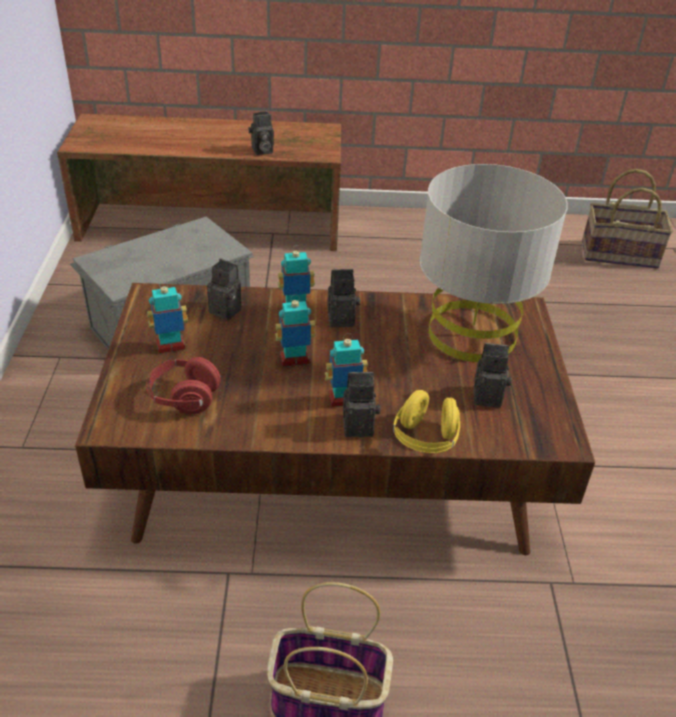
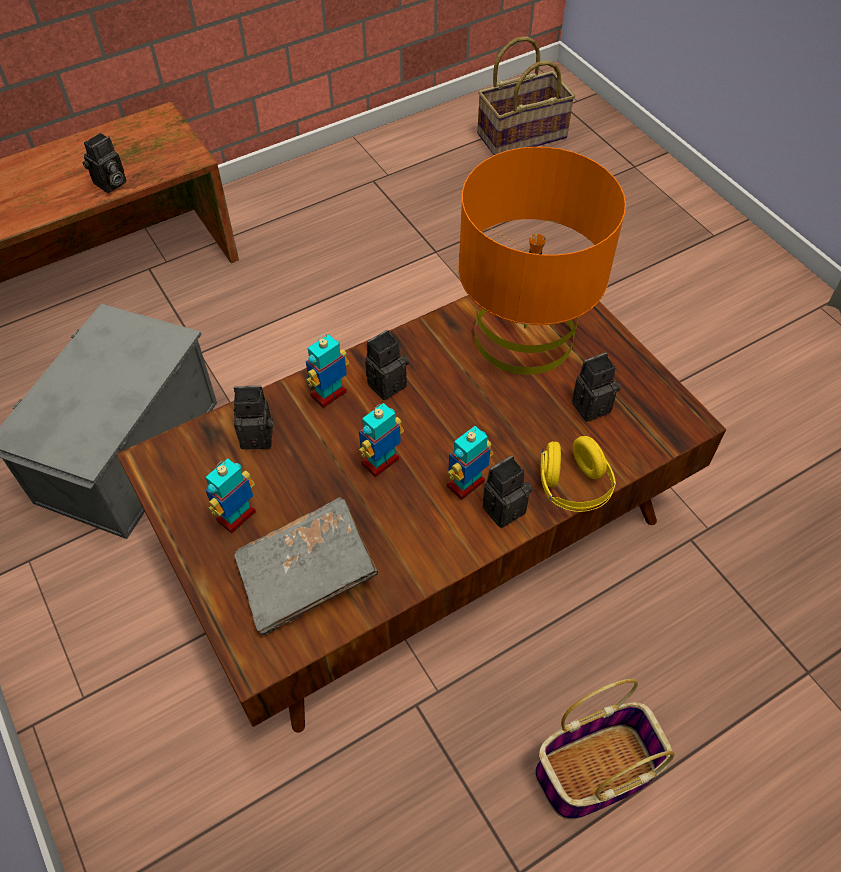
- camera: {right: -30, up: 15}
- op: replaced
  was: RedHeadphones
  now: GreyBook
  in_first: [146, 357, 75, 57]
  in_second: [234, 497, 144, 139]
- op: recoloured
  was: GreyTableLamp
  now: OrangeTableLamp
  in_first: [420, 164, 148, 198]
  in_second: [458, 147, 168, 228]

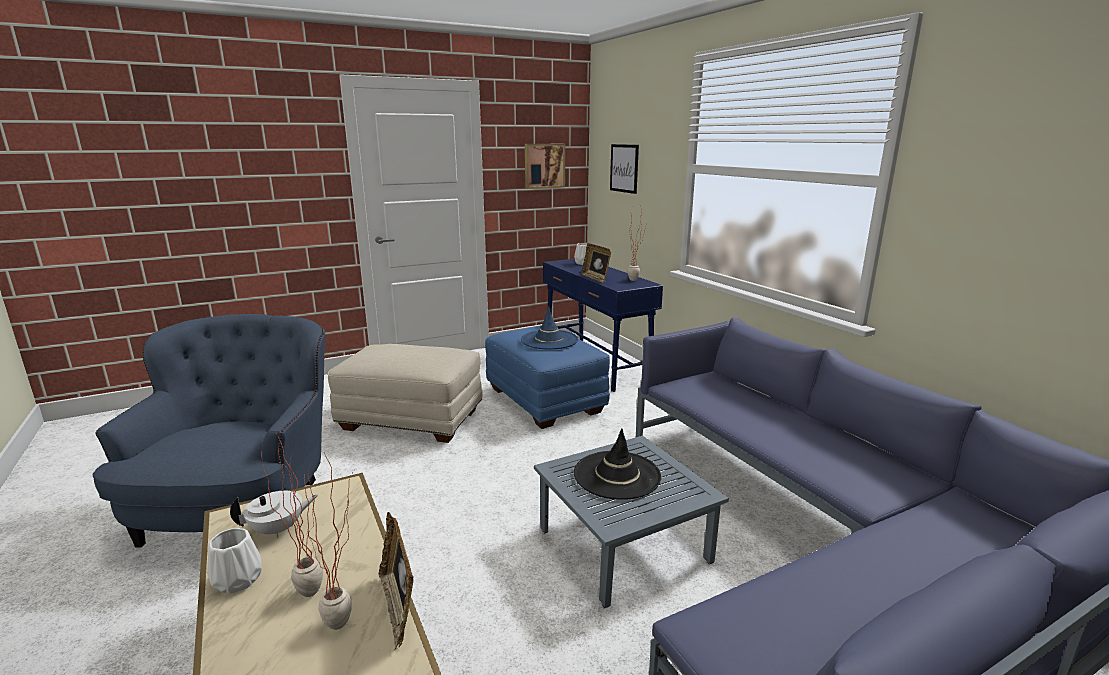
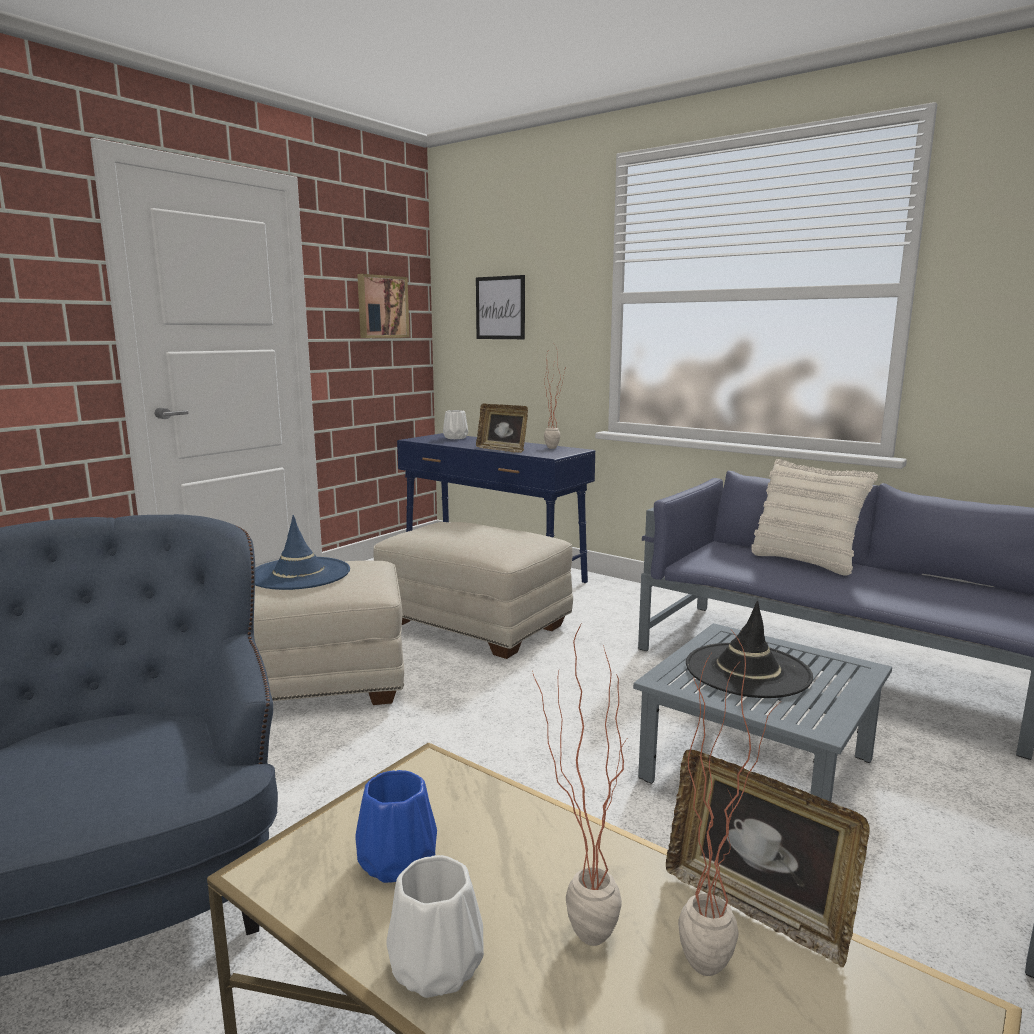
- camera: {right: -25, up: -5}
- op: moved
  was: BlueHat
  in_first: [521, 306, 57, 43]
  in_second: [255, 515, 95, 75]
- op: replaced
  was: WhiteTeapot
  now: BlueVase
  in_first: [230, 491, 88, 47]
  in_second: [355, 770, 82, 113]
- op: recoloured
  was: BlueOttoman
  now: BeigeOttoman
  in_first: [485, 326, 125, 103]
  in_second: [373, 522, 200, 137]
- op: added
  now: BeigePillow
  in_second: [751, 458, 127, 118]

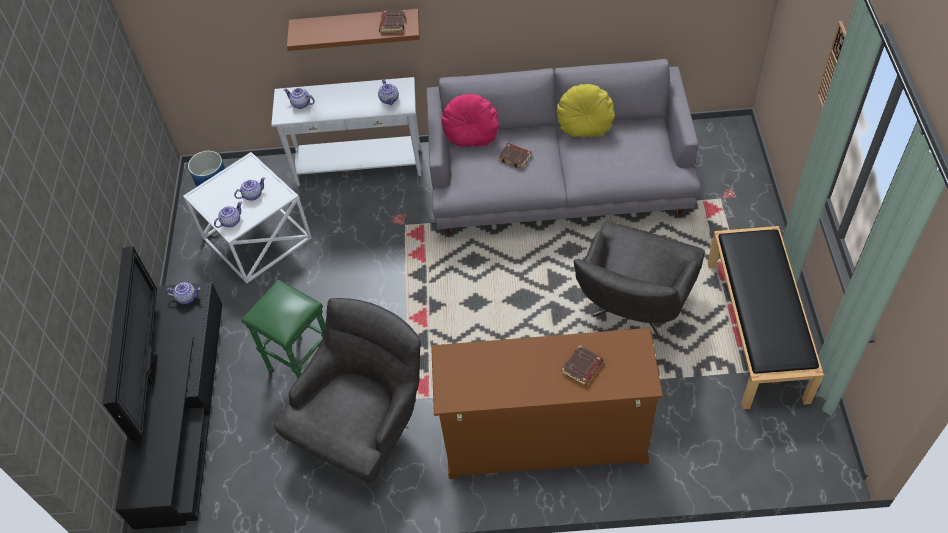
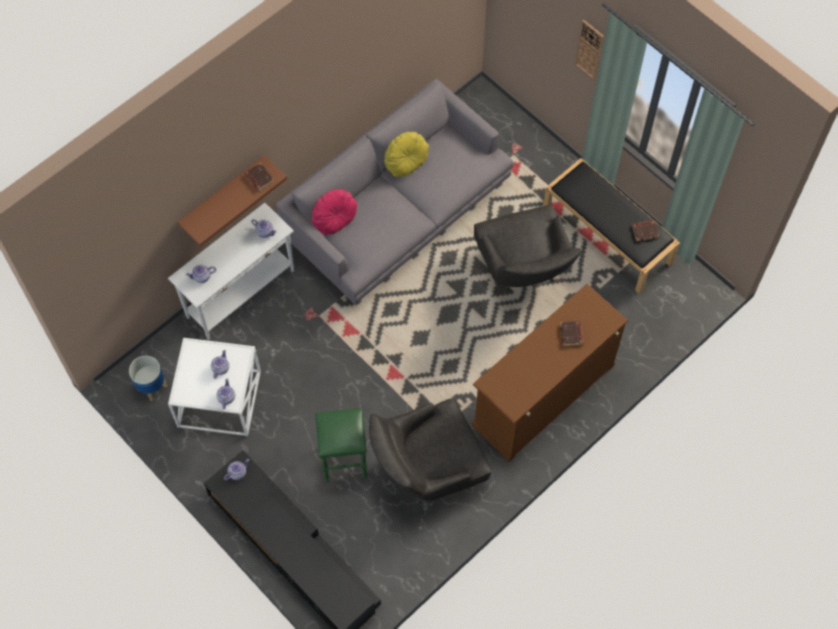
- camera: {right: -45, up: 10}
- op: turned
  was: GreyArmchair
  in_first: [274, 298, 147, 186]
  in_second: [369, 398, 122, 105]
  clockwise: -105
- op: moved
  was: BrownBook
  in_first: [498, 143, 34, 26]
  in_second: [632, 220, 27, 22]
- op: removed
  was: Television
  in_first: [103, 247, 55, 193]

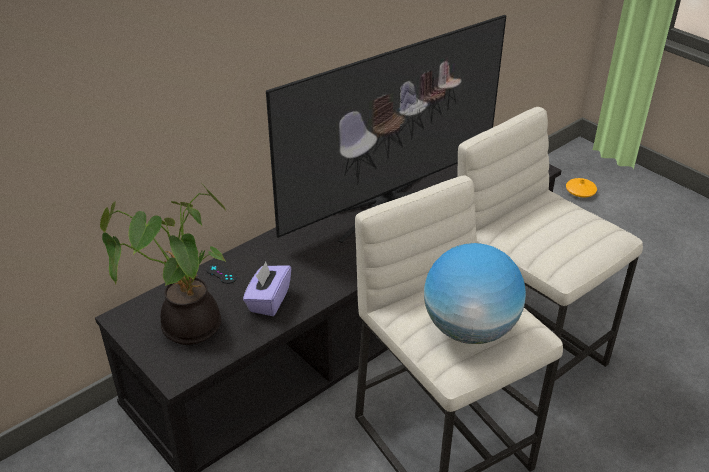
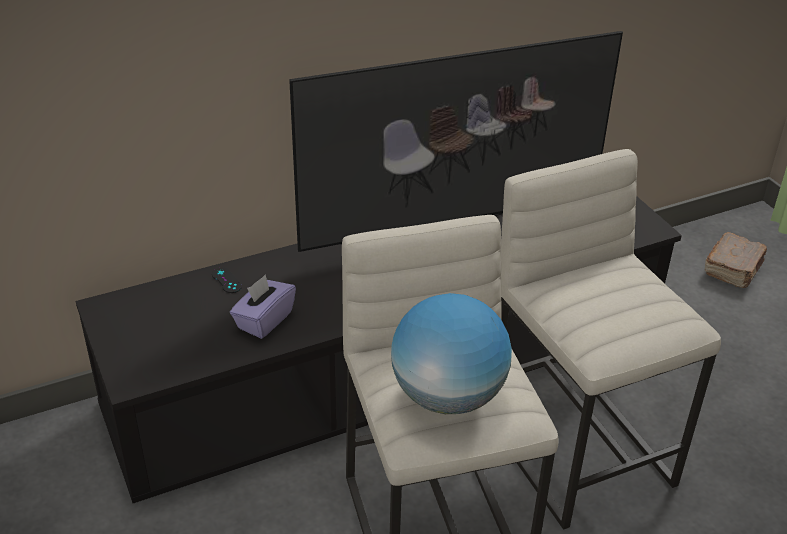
- camera: {right: 15, up: 0}
- op: replaced
  was: OrangeVase
  now: BrownBook
  in_first: [566, 178, 31, 19]
  in_second: [705, 232, 62, 56]
- op: removed
  was: PottedPlant
  in_first: [100, 185, 129, 160]

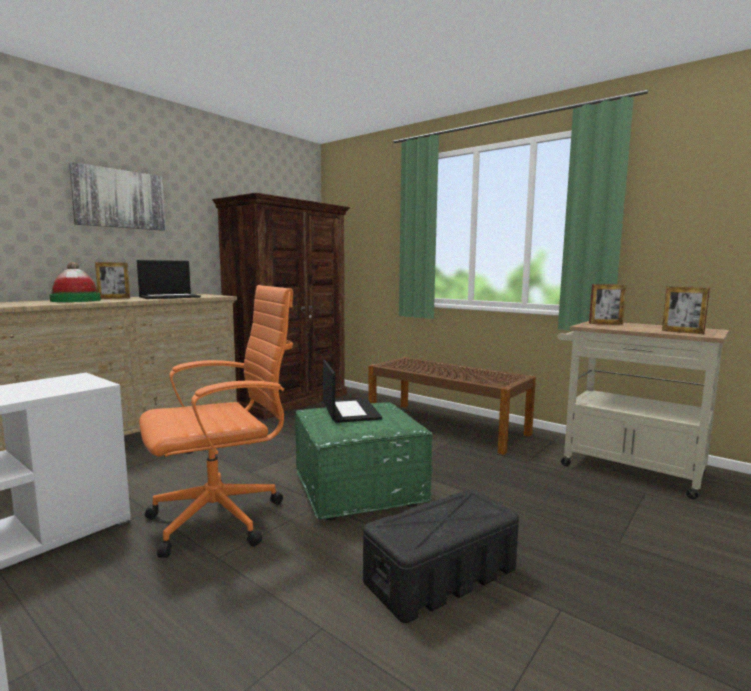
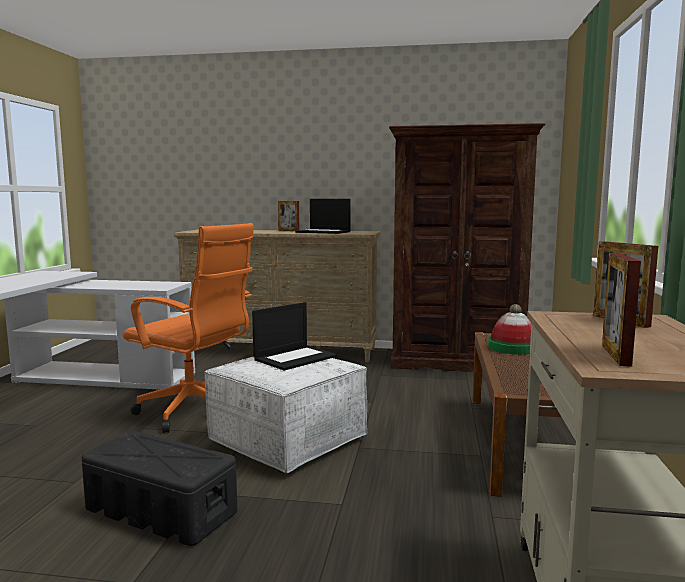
- camera: {right: 60, up: 0}
- op: recoloured
  was: GreenOttoman
  now: WhiteOttoman
  in_first: [295, 402, 138, 118]
  in_second: [205, 357, 162, 116]
- op: moved
  was: Hat
  in_first: [49, 262, 52, 40]
  in_second: [488, 304, 43, 51]
- op: removed
  was: Picture
  in_first: [69, 162, 97, 69]

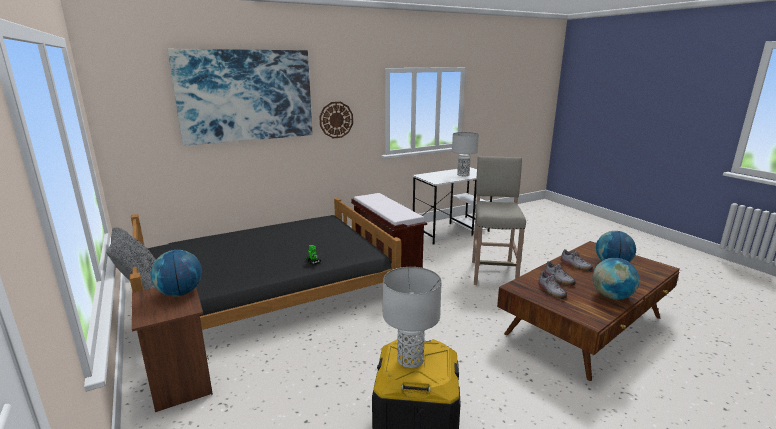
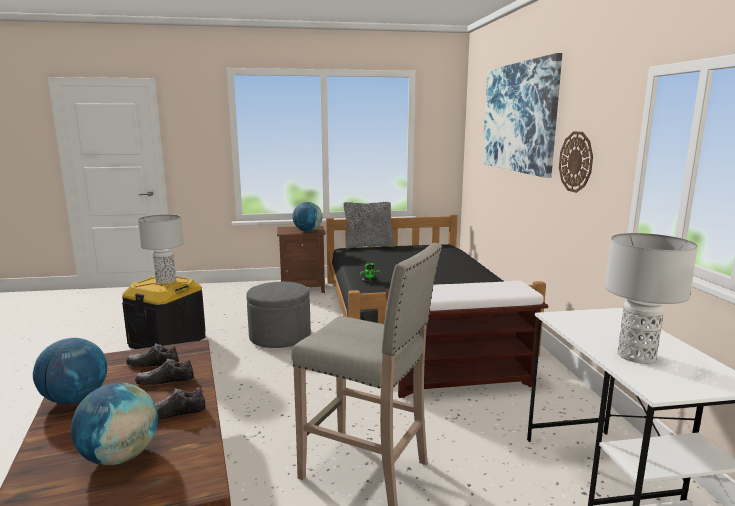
- camera: {right: 110, up: -5}
- op: added
  now: GreyOttoman
  in_second: [246, 282, 65, 66]

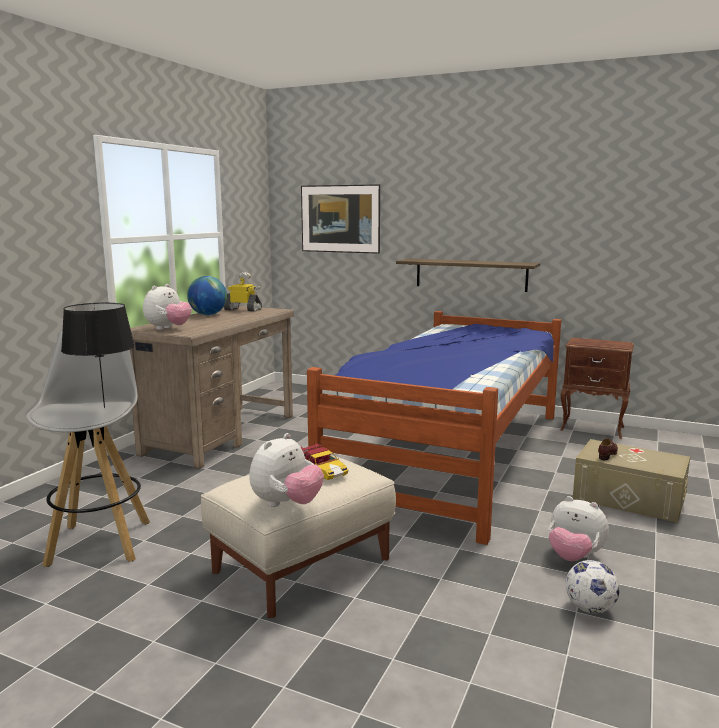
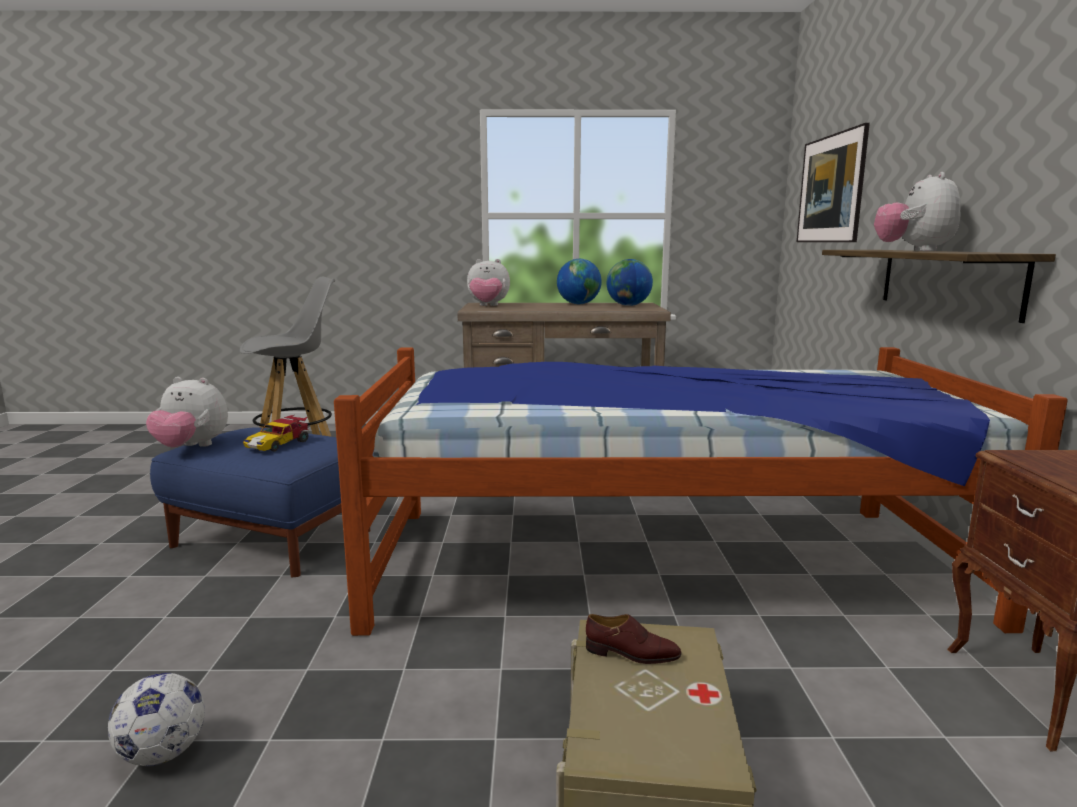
- camera: {right: 65, up: 0}
- op: recoloured
  was: BeigeOttoman
  now: BlueOttoman
  in_first: [201, 455, 195, 163]
  in_second: [150, 427, 220, 150]
- op: replaced
  was: ToyRobot
  now: Globe
  in_first: [224, 272, 38, 40]
  in_second: [607, 259, 46, 47]
- op: moved
  was: PlushToy
  in_first: [549, 496, 60, 65]
  in_second: [874, 172, 87, 79]
- op: removed
  was: BlackTableLamp
  in_first: [61, 303, 74, 105]

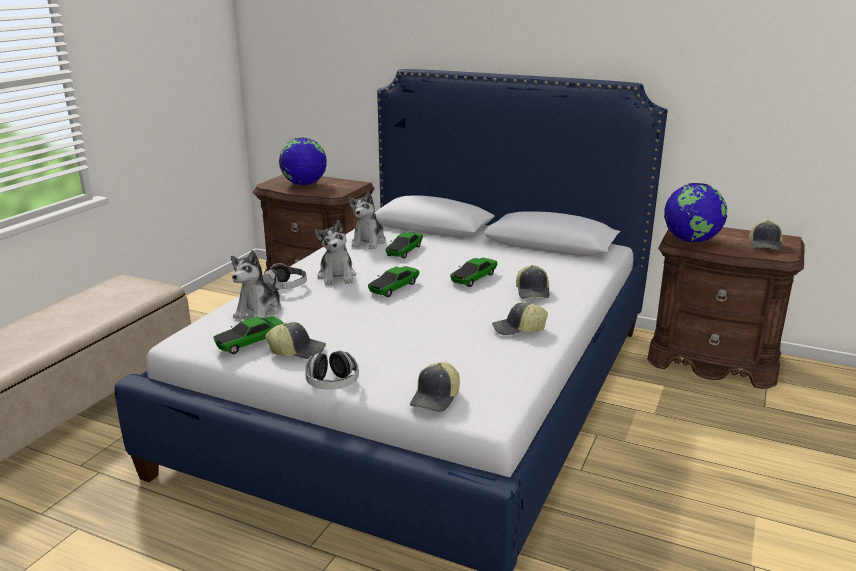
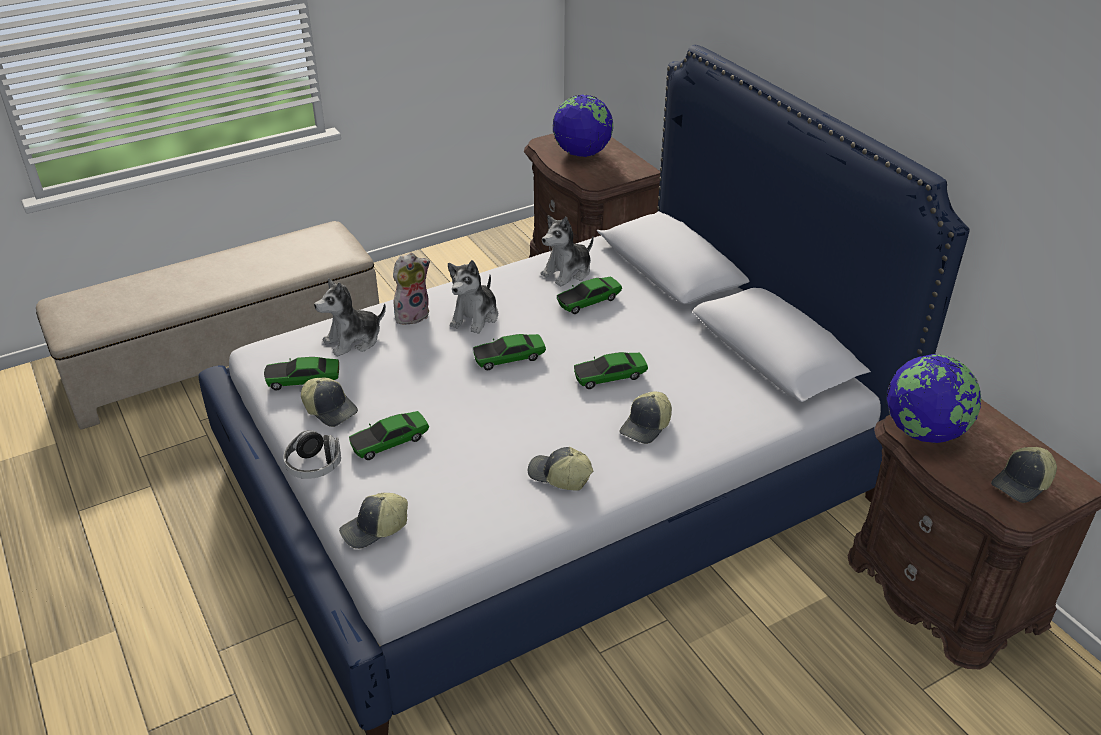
- camera: {right: 35, up: 15}
- op: added
  now: ToyCar
  in_second: [349, 411, 80, 49]
- op: replaced
  was: Headphones
  now: PlushToy
  in_first: [262, 263, 45, 27]
  in_second: [393, 253, 37, 72]

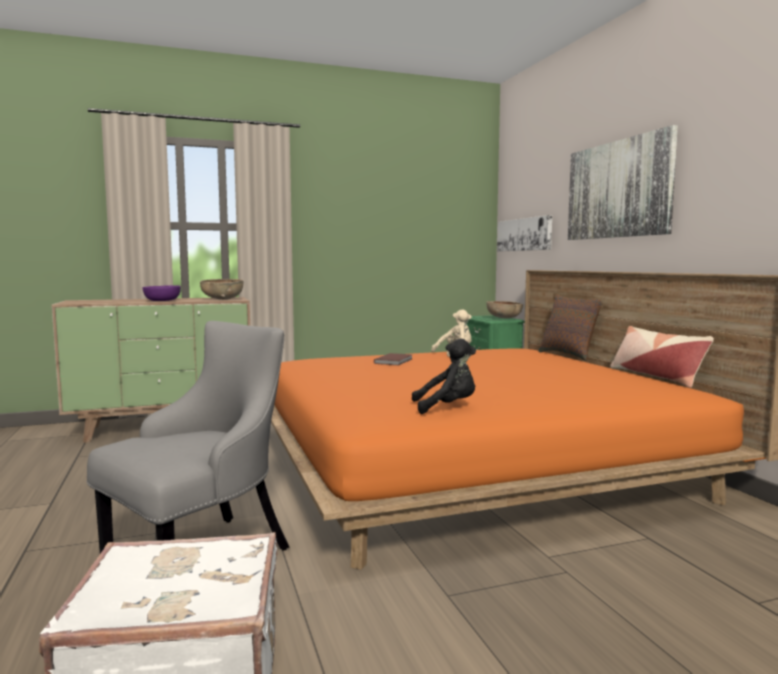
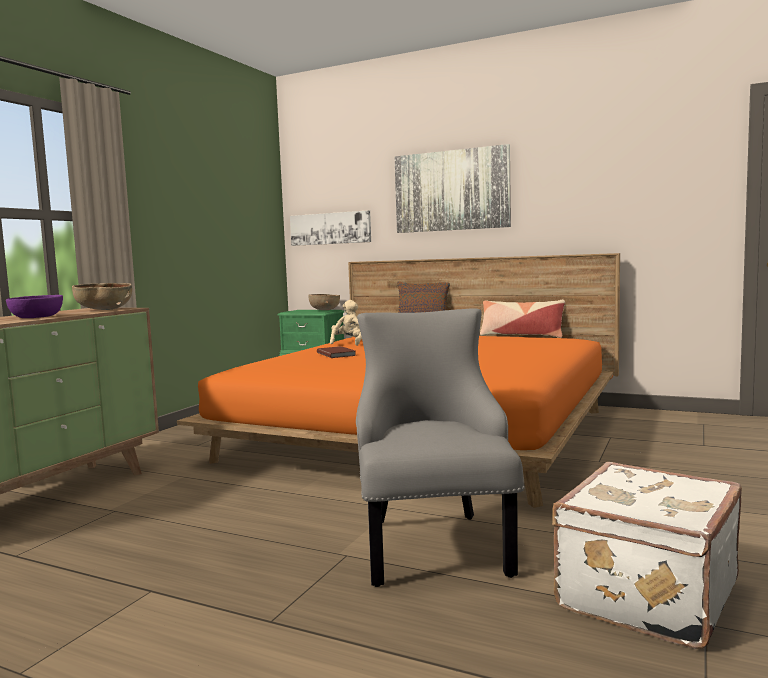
- camera: {right: -45, up: 0}
- op: removed
  was: BlackPlushToy
  in_first: [412, 339, 64, 75]

